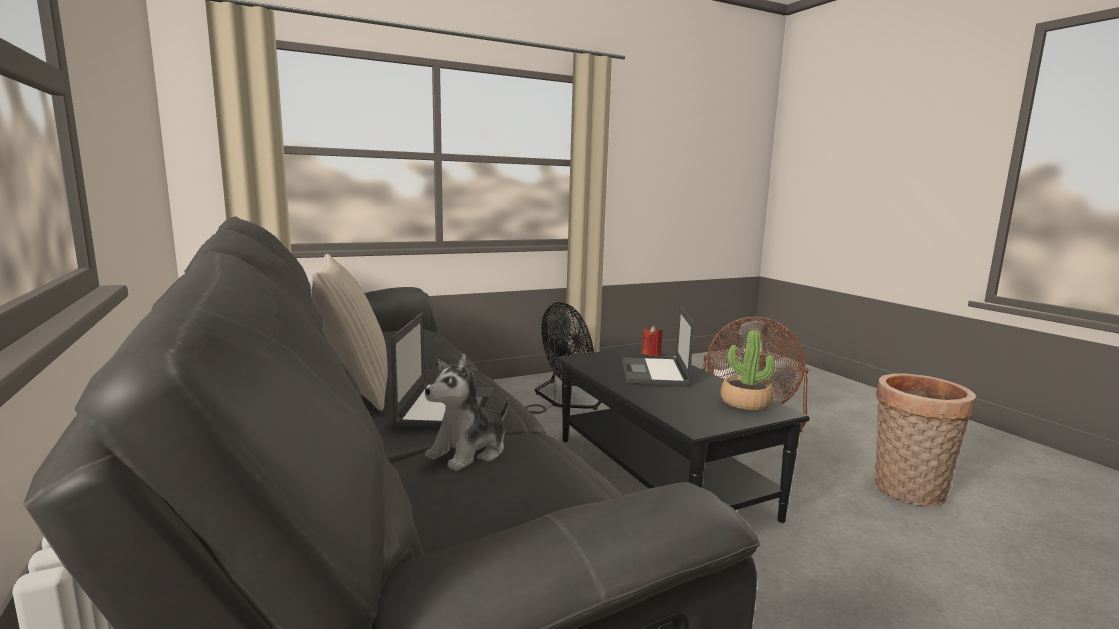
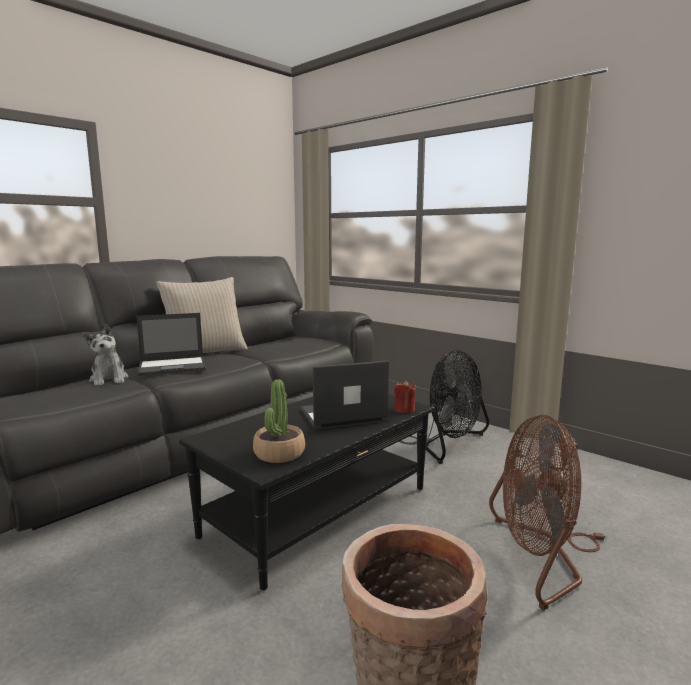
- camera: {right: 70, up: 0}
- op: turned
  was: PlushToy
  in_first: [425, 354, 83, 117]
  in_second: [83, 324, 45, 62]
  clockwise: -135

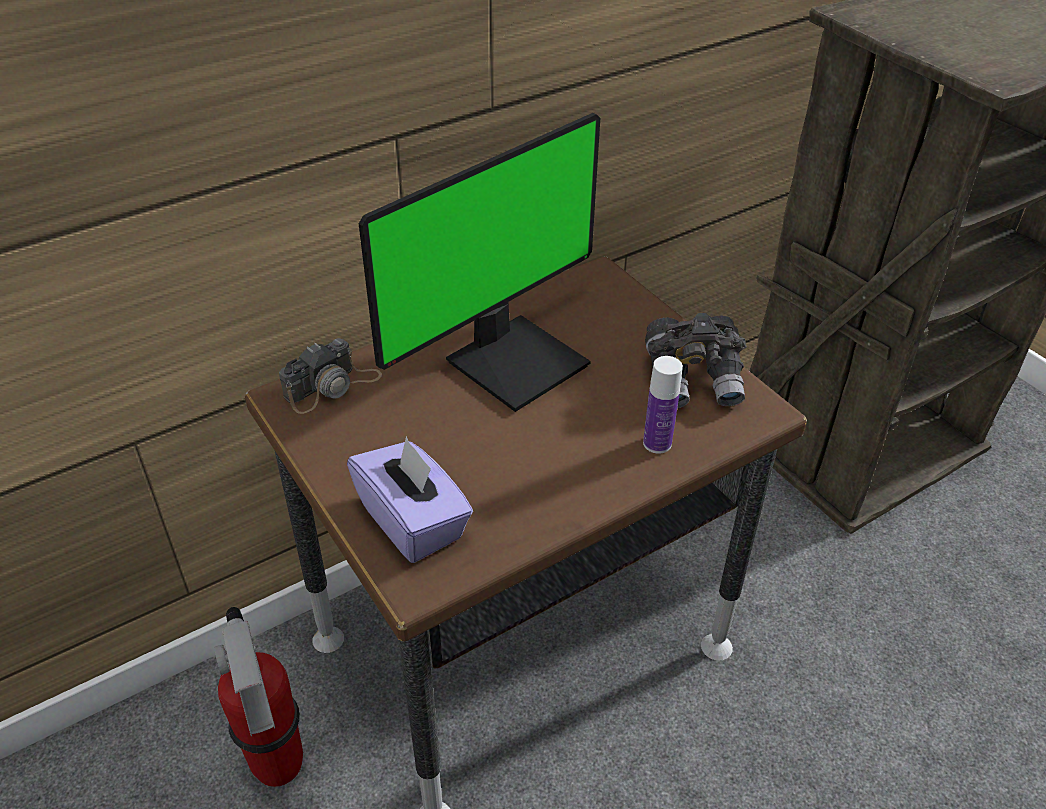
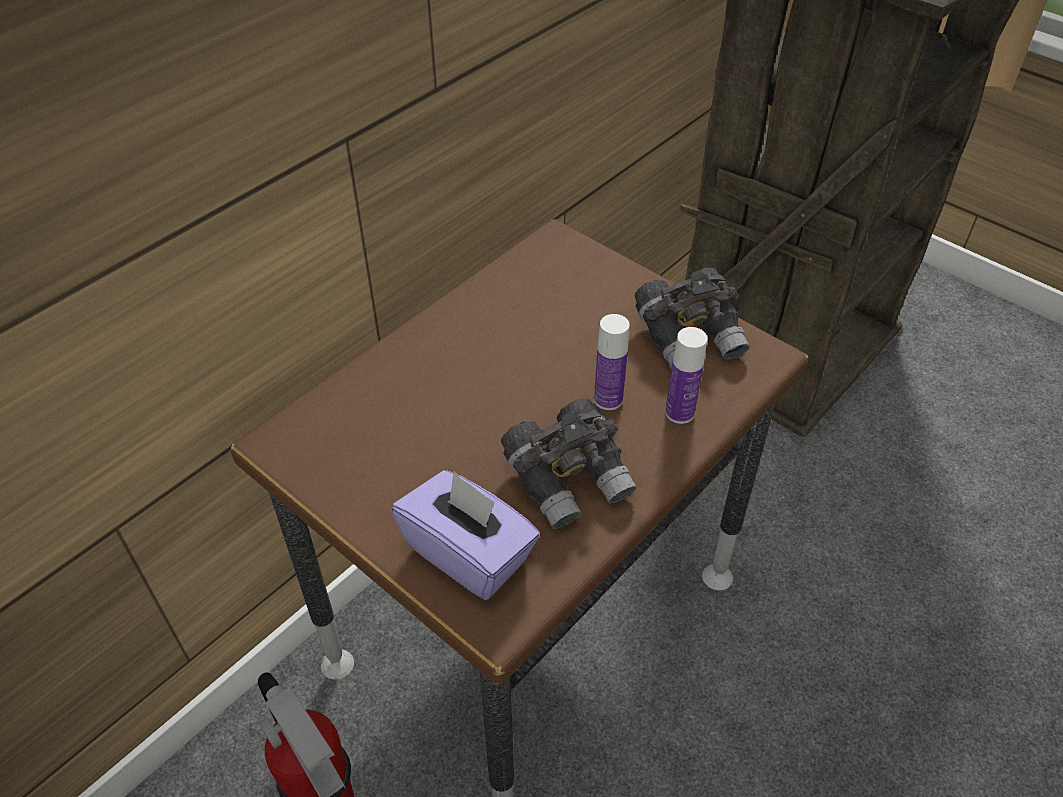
- camera: {right: -15, up: 5}
- op: added
  now: GreyBinoculars
  in_second: [501, 398, 136, 131]
- op: added
  now: Bottle
  in_second: [594, 314, 36, 96]
- op: removed
  was: PhotoCamera
  in_first: [279, 338, 103, 76]
- op: removed
  was: Monitor
  in_first: [359, 113, 241, 299]

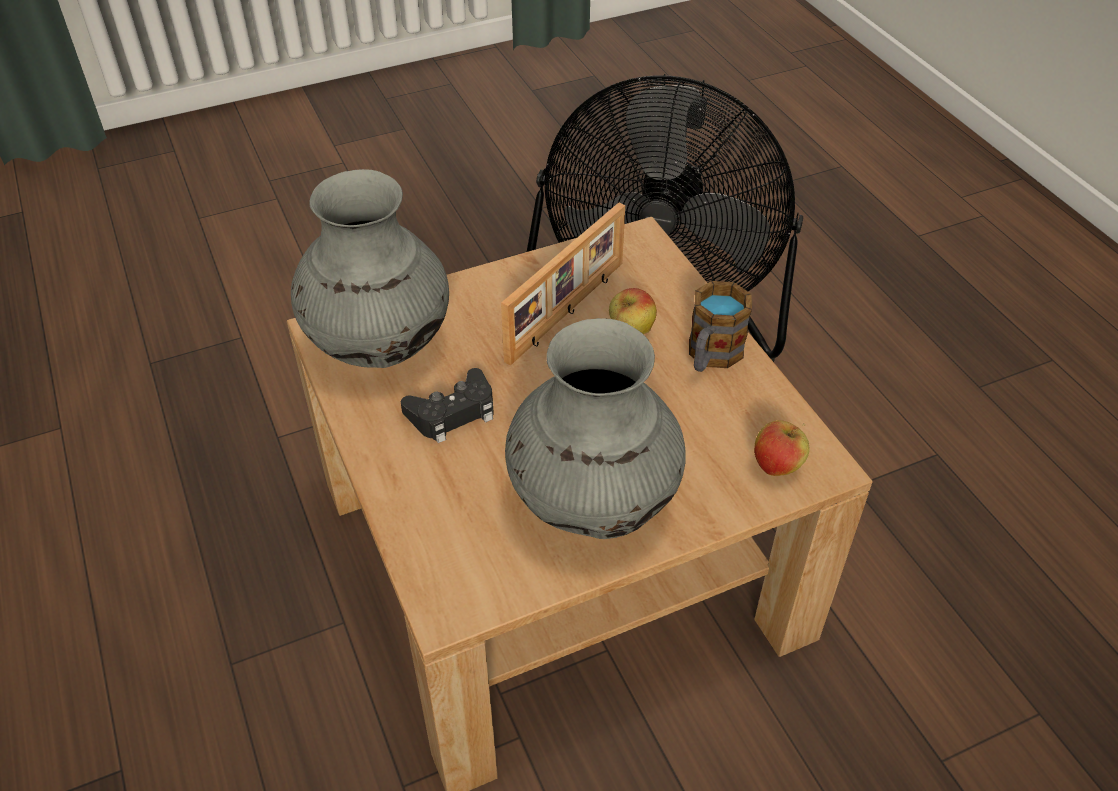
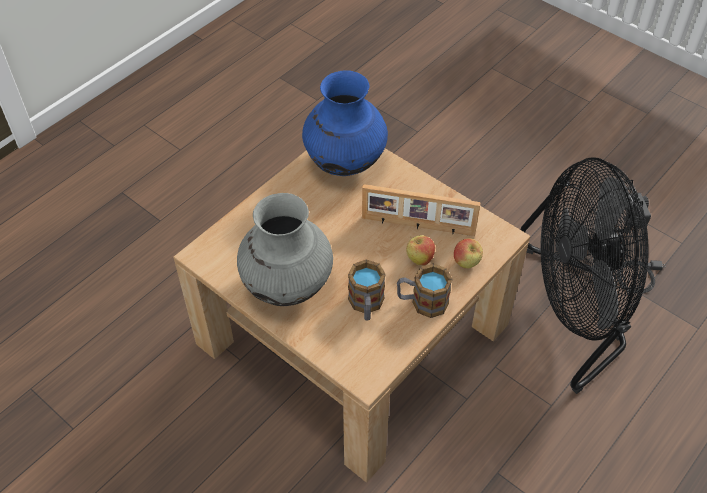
- camera: {right: 65, up: 5}
- op: recoloured
  was: GreyVase
  now: BlueVase
  in_first: [291, 169, 158, 199]
  in_second: [302, 70, 86, 106]
- op: added
  now: Mug
  in_second: [348, 260, 38, 60]
- op: moved
  was: Apple
  in_first: [754, 420, 56, 56]
  in_second: [454, 238, 29, 30]
- op: removed
  was: BlackGameController
  in_first: [401, 368, 93, 75]

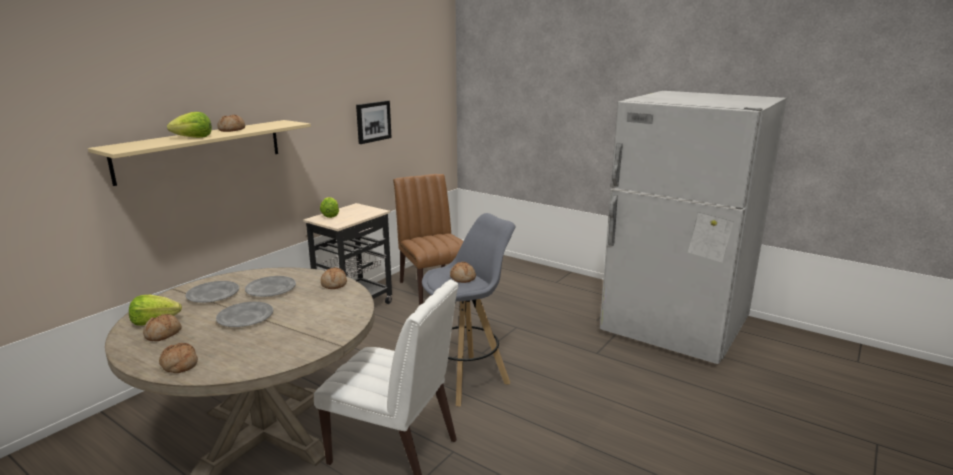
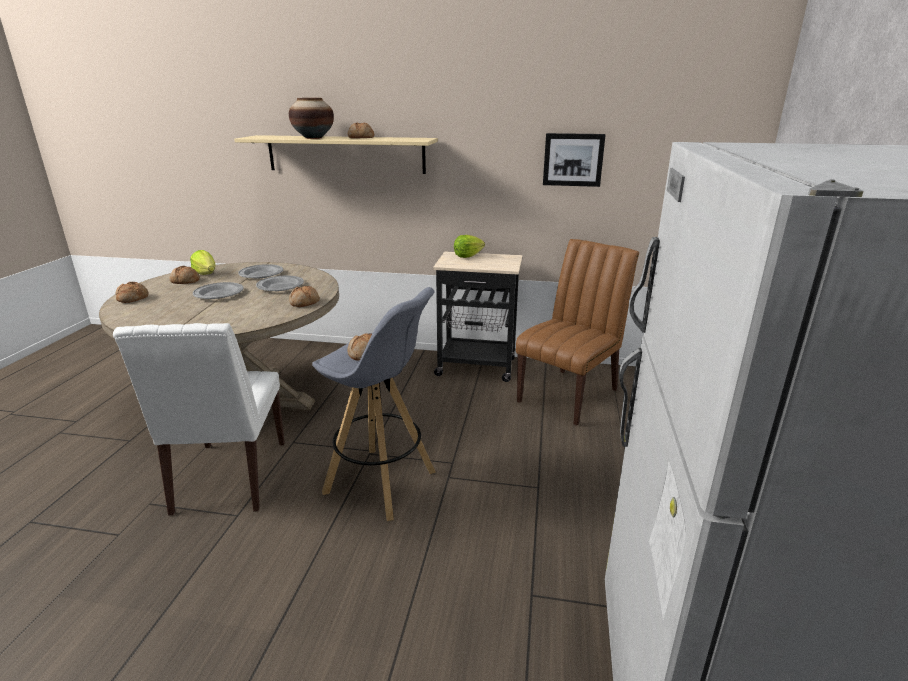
- camera: {right: 65, up: 5}
- op: replaced
  was: Lettuce
  now: Vase
  in_first: [167, 112, 45, 26]
  in_second: [289, 98, 45, 41]

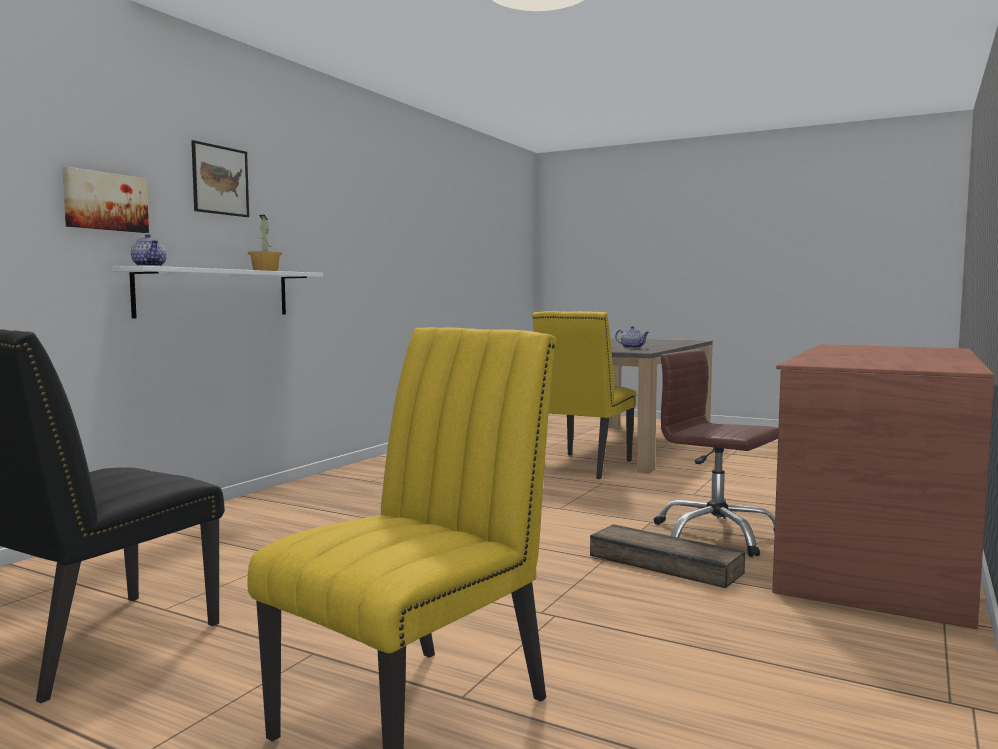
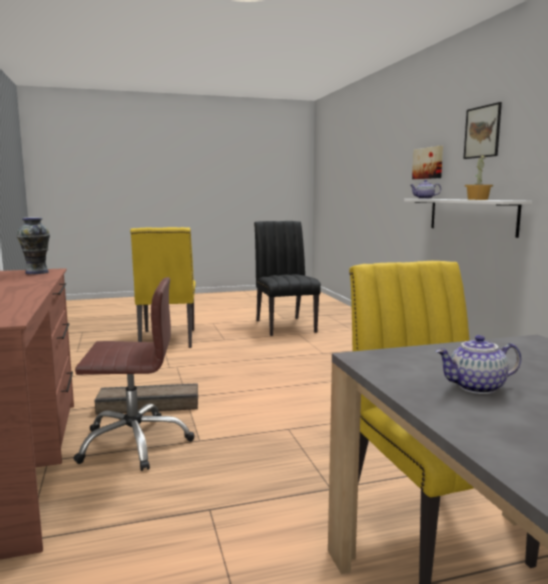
- camera: {right: 135, up: 5}
- op: added
  now: Vase
  in_second: [17, 217, 33, 57]

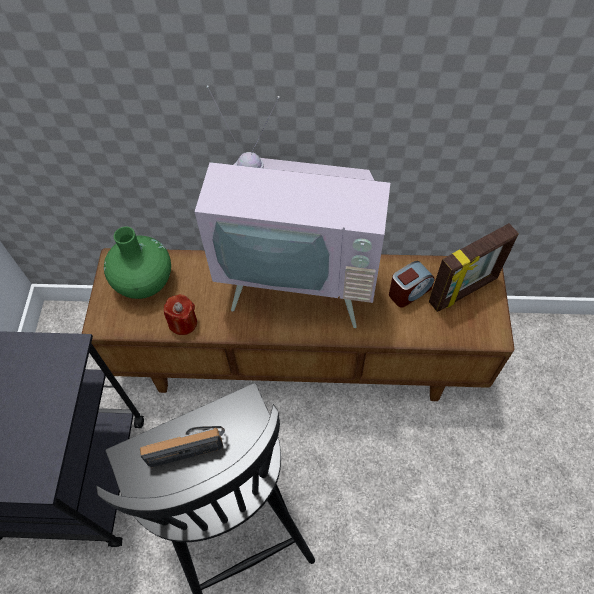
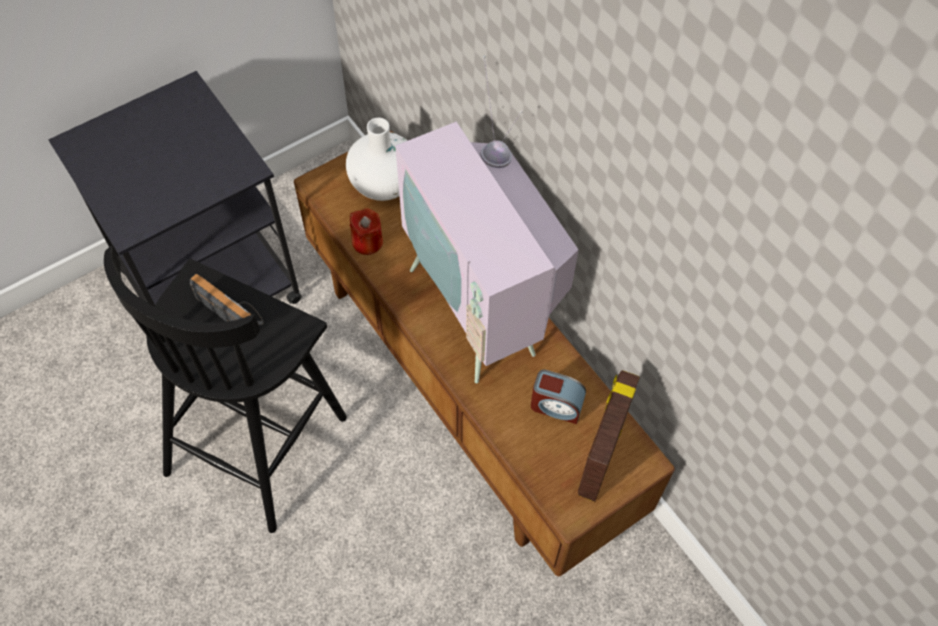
- camera: {right: 50, up: 0}
- op: recoloured
  was: GreenVase
  now: WhiteVase
  in_first: [104, 227, 67, 72]
  in_second: [346, 118, 61, 83]
- op: turned
  was: PictureFrame
  in_first: [429, 223, 90, 89]
  in_second: [578, 370, 62, 132]
  clockwise: 90

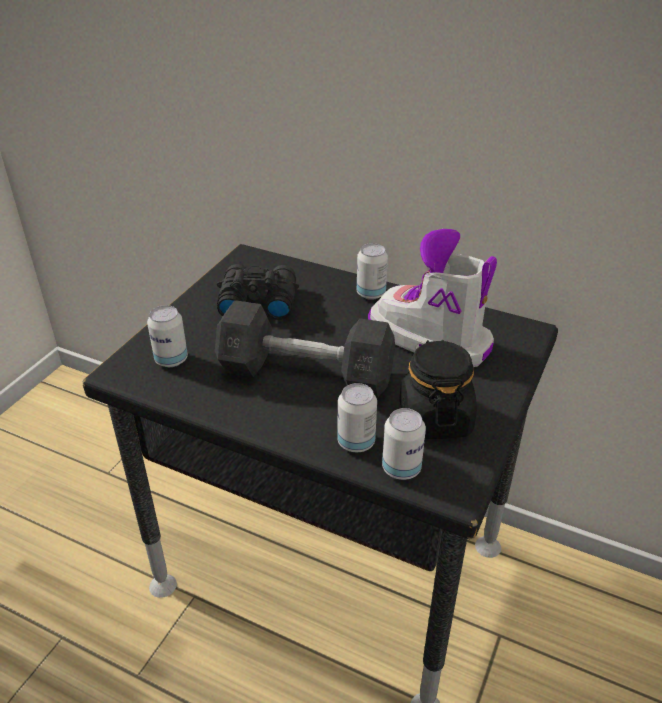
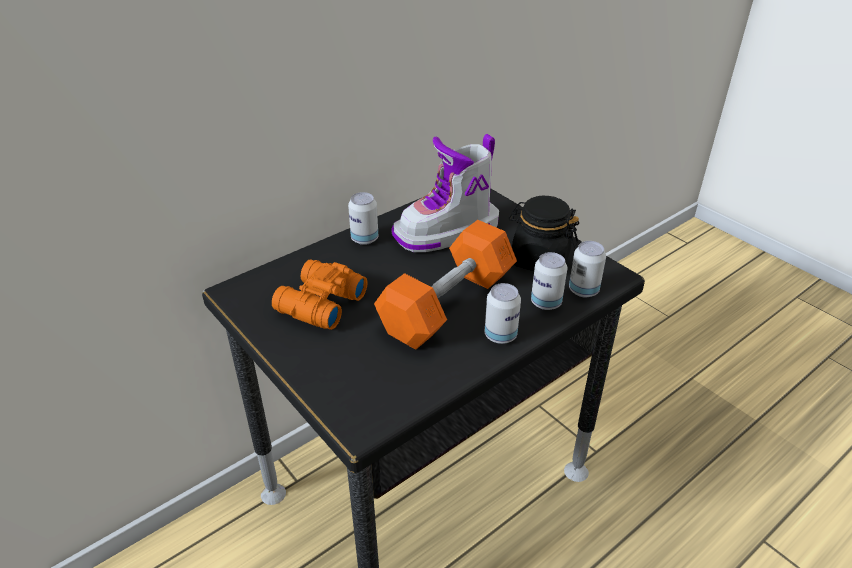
- camera: {right: -65, up: 0}
- op: recoloured
  was: BlackBinoculars
  now: OrangeBinoculars
  in_first: [217, 264, 82, 56]
  in_second: [272, 260, 95, 70]
- op: recoloured
  was: GreyDumbbell
  now: OrangeDumbbell
  in_first: [215, 300, 180, 98]
  in_second: [374, 220, 143, 130]
- op: moved
  was: Can
  in_first: [147, 305, 41, 62]
  in_second: [485, 283, 36, 61]

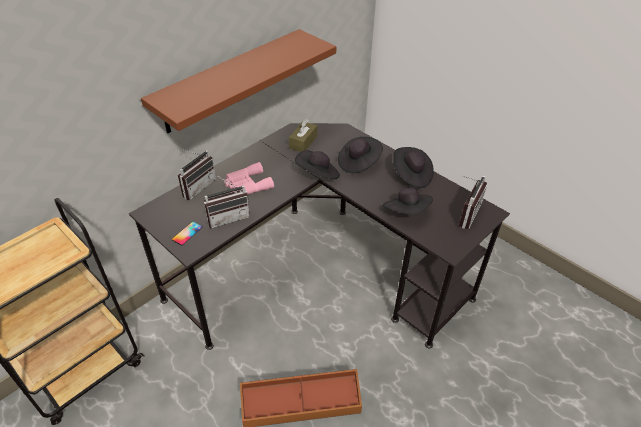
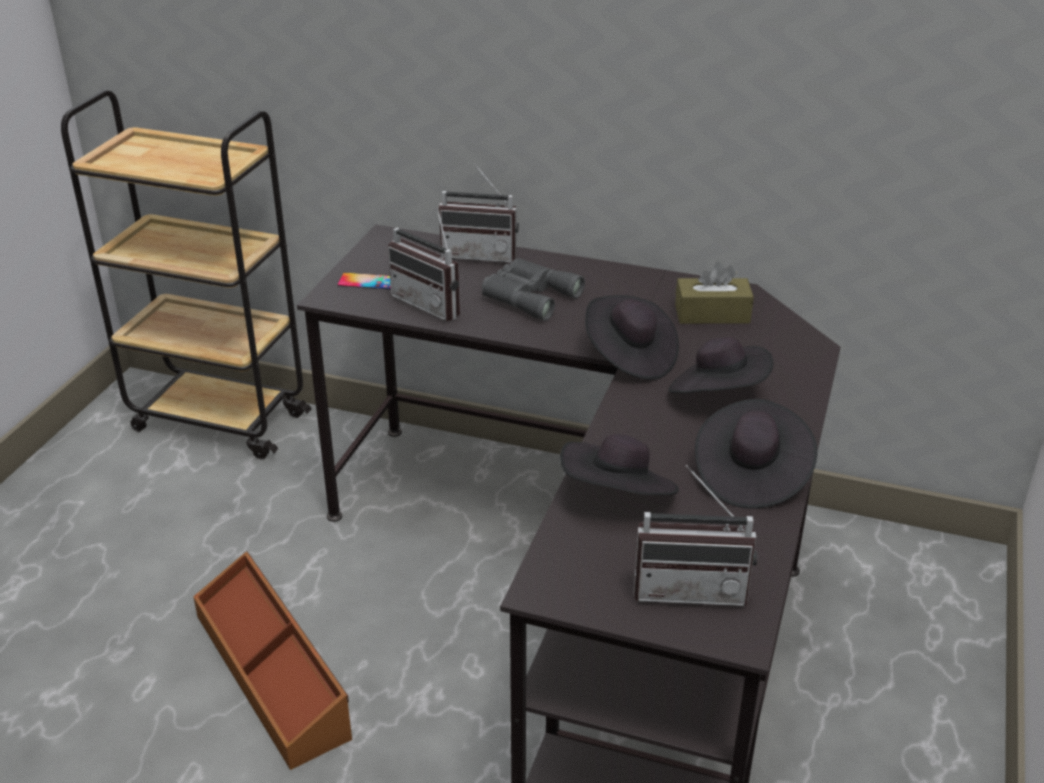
- camera: {right: 65, up: -10}
- op: recoloured
  was: PinkBinoculars
  now: GreyBinoculars
  in_first: [224, 162, 50, 33]
  in_second: [482, 258, 103, 63]
- op: removed
  was: BrownShelf
  in_first: [141, 29, 195, 104]

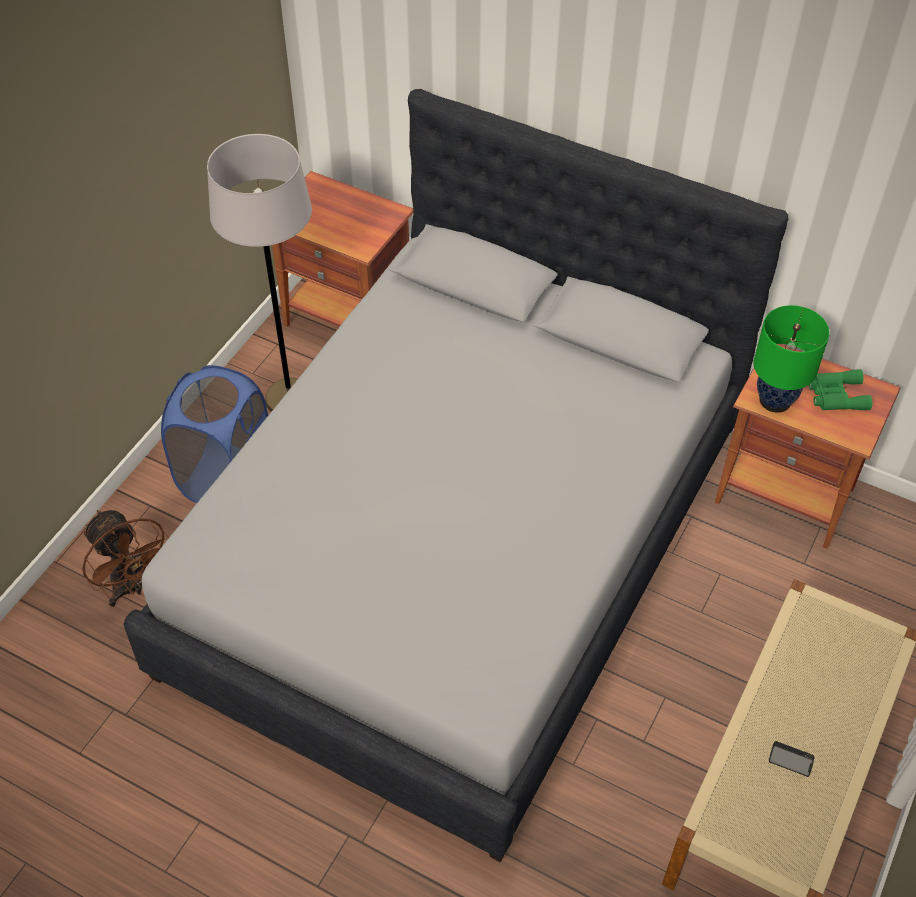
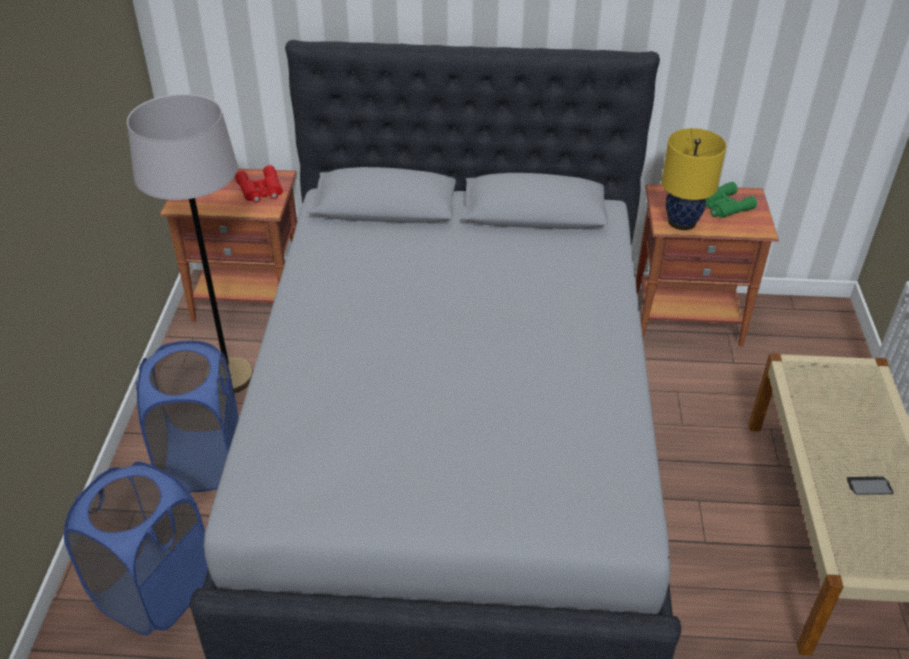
- camera: {right: -25, up: -10}
- op: replaced
  was: BrownFan
  now: BlueLaundryBasket
  in_first: [82, 510, 87, 97]
  in_second: [64, 462, 144, 174]
- op: added
  now: RedBinoculars
  in_second: [235, 165, 48, 38]
- op: recoloured
  was: GreenTableLamp
  now: YellowTableLamp
  in_first: [753, 305, 77, 108]
  in_second: [661, 128, 65, 102]

